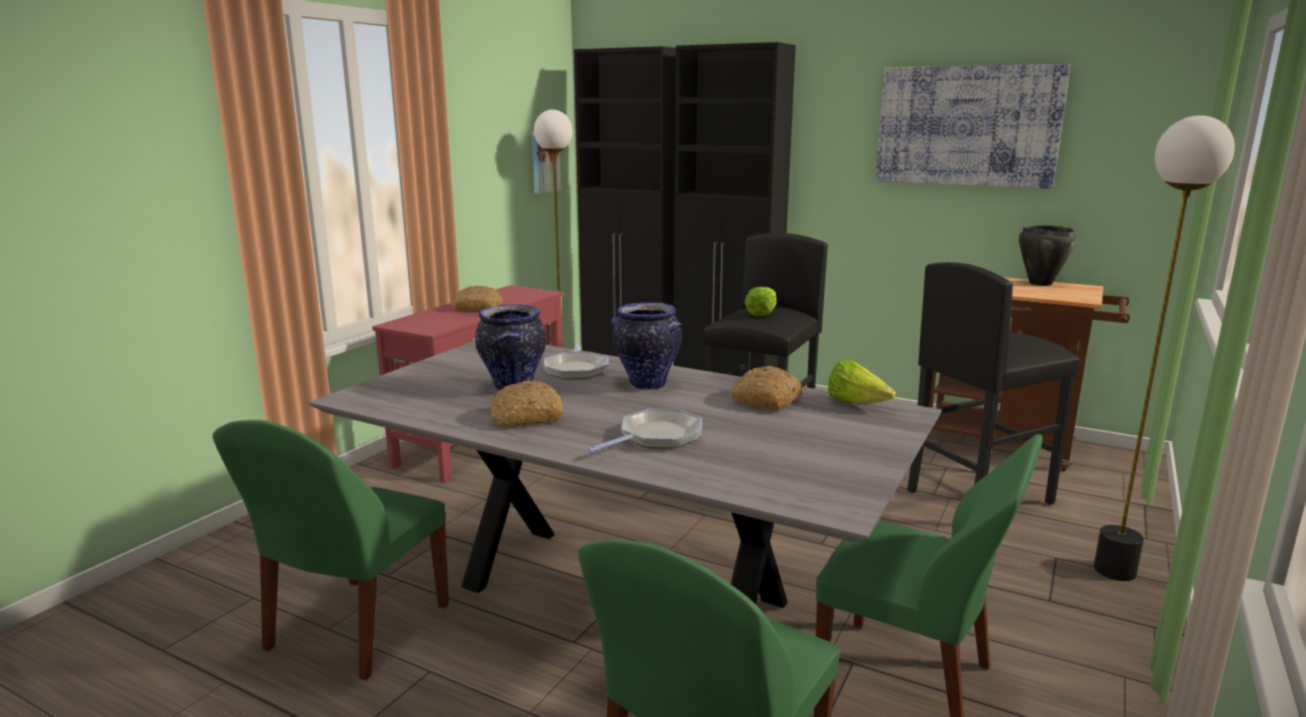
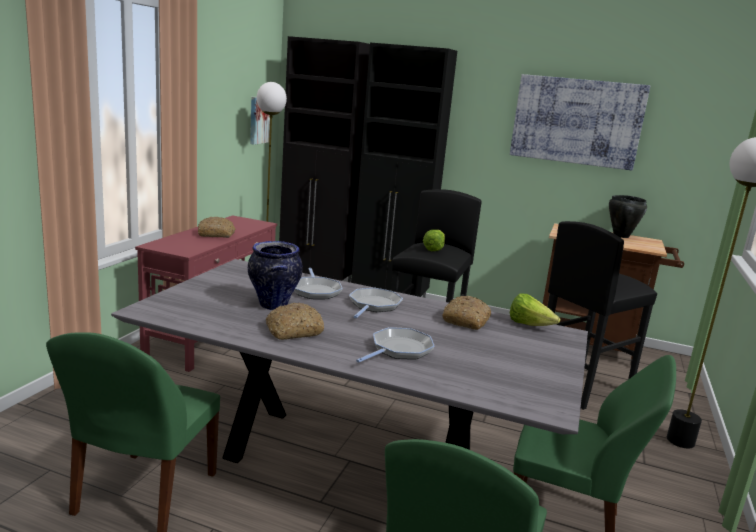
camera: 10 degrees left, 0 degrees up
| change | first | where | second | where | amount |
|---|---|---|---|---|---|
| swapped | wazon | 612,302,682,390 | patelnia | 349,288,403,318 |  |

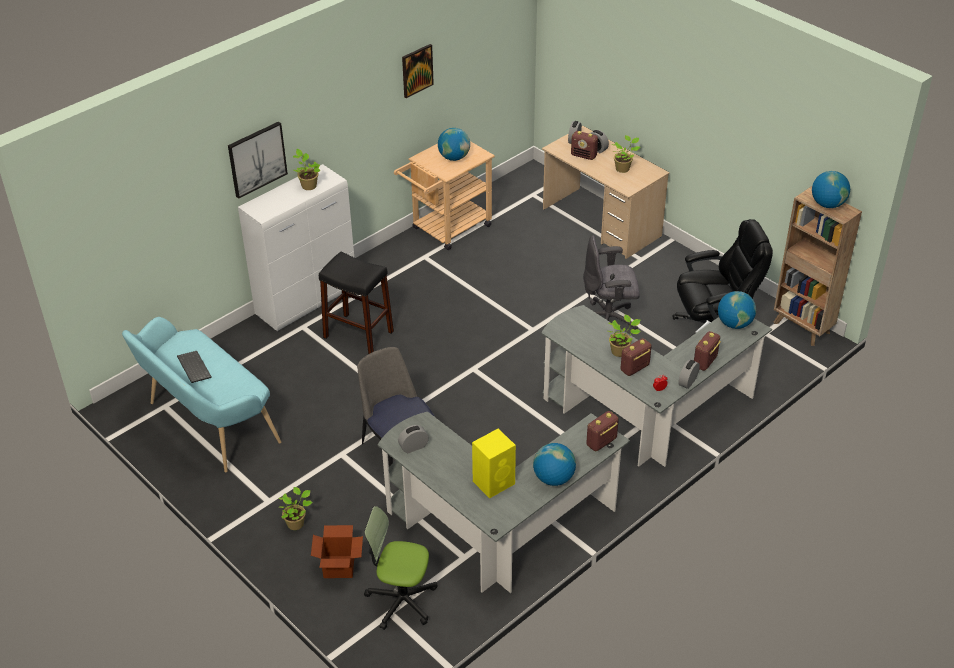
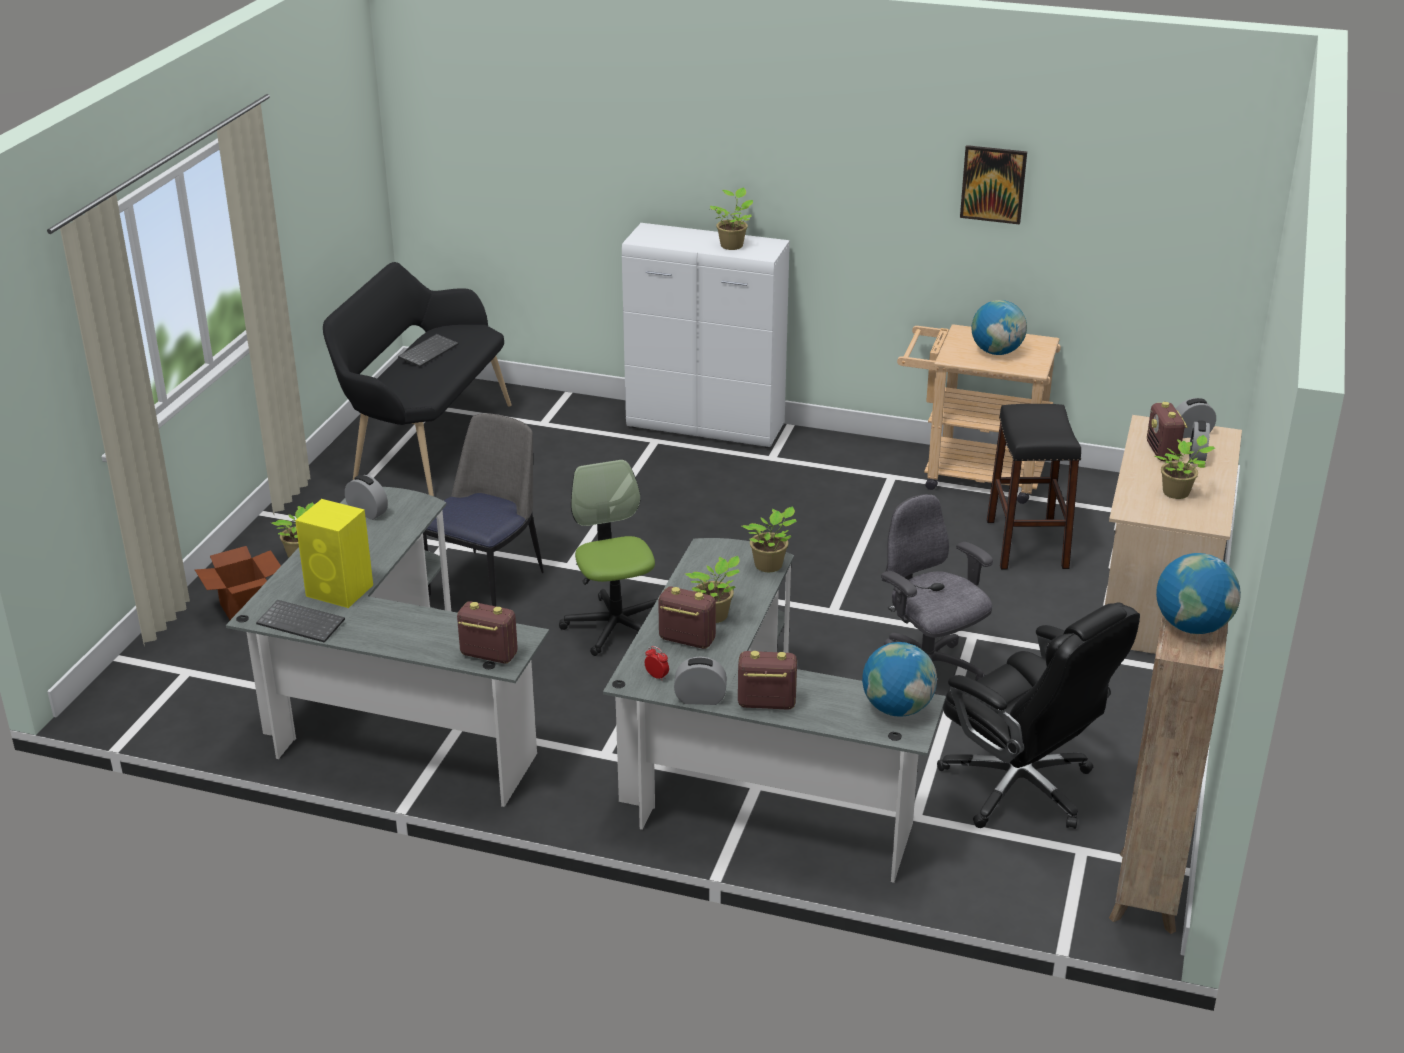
camera: 60 degrees right, 10 degrees down
| change | first | where | second | where | amount |
|---|---|---|---|---|---|
| new |  |  | klawiatura | 256,600,345,643 |  |
| repainted | ławka (turkusowy) | 122,317,281,472 | ławka (czarny) | 323,262,511,496 |  |
| shifted | krzesło biurowe | 364,506,437,630 |  | 559,459,657,656 |  |
| new |  |  | roślina doniczkowa | 742,506,797,572 |  |
| shifted | stołek (czarny) | 319,252,394,354 |  | 987,404,1081,569 |  |
| gone | obraz | 228,122,288,199 |  |  |  |
| gone | globus | 533,443,576,486 |  |  |  |

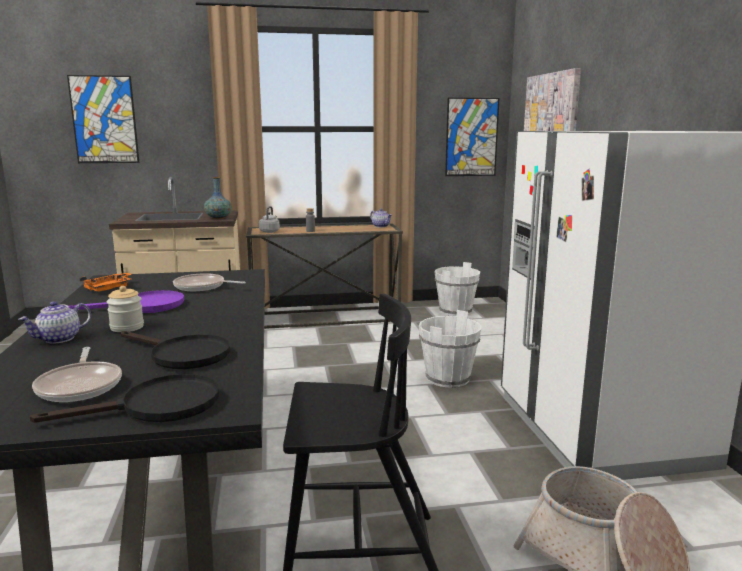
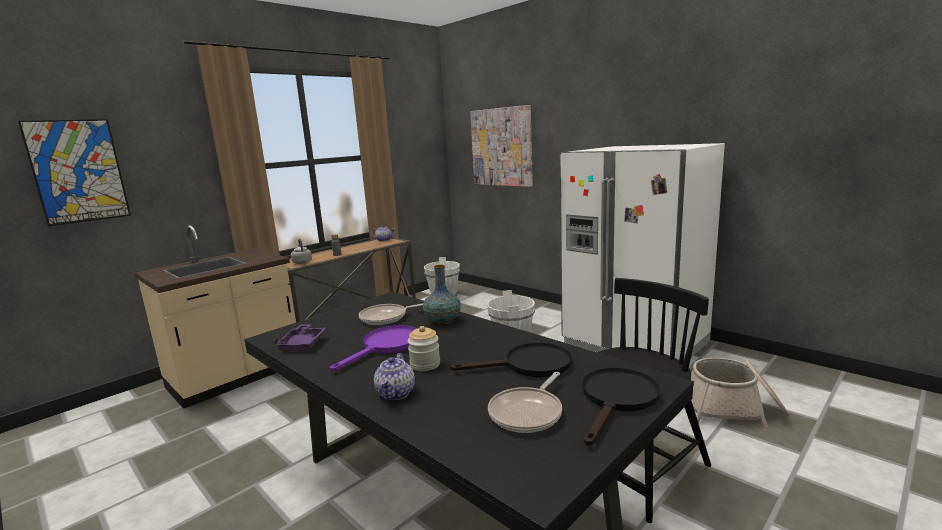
camera: 35 degrees left, 0 degrees up
| change | first | where | second | where | amount |
|---|---|---|---|---|---|
| repainted | taca (pomarańczowy) | 80,273,133,291 | taca (fioletowy) | 274,324,327,351 |  |
| shifted | wazon | 204,177,232,219 |  | 423,265,461,325 |  |
| rotated | patelnia | 32,347,122,402 |  | 488,372,562,433 | 90 degrees clockwise |
| gone | obraz | 445,98,500,176 |  |  |  |

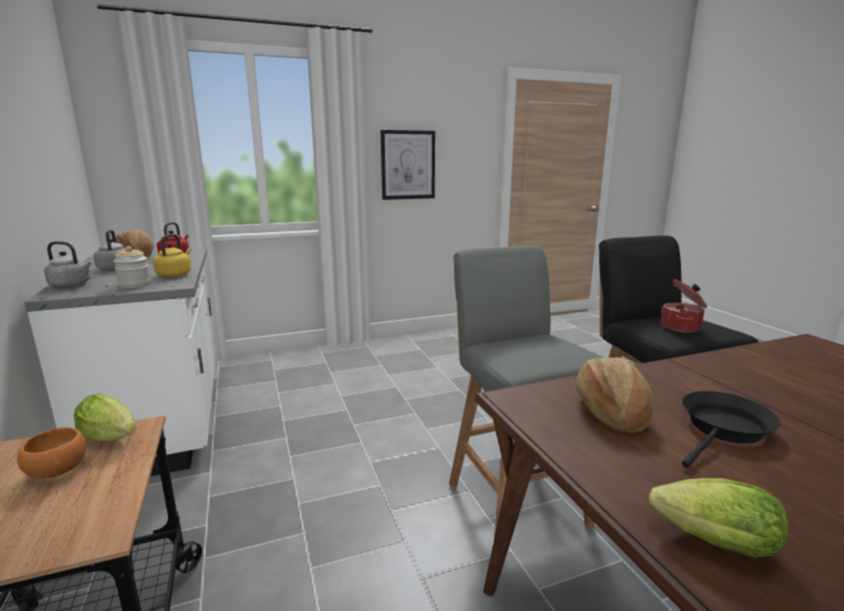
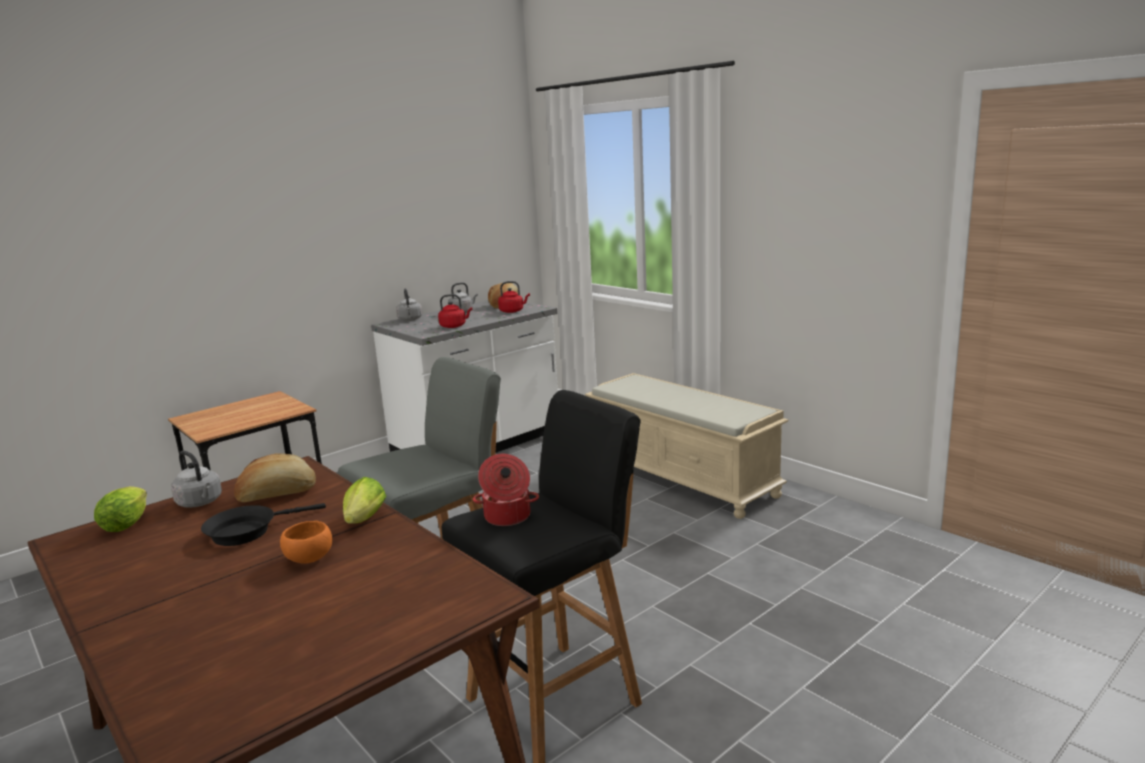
camera: 70 degrees right, 0 degrees up
| change | first | where | second | where | amount |
|---|---|---|---|---|---|
| new |  |  | czajnik (szary) | 171,451,222,508 |  |
| rotated | patelnia (czarny) | 682,391,780,468 |  | 201,503,326,546 | 120 degrees clockwise |
| shifted | miska (pomarańczowy) | 17,427,86,478 |  | 280,521,332,563 |  |
| shifted | sałata | 74,394,136,442 |  | 343,477,386,524 |  |
| repainted | czajnik (żółty) | 153,234,191,277 | czajnik (czerwony) | 438,294,472,328 |  |
| new |  |  | ławka (beżowy) | 585,373,788,519 |  |
| gone | słoik | 113,246,151,288 |  |  |  |
| gone | obraz | 381,130,435,200 |  |  |  |

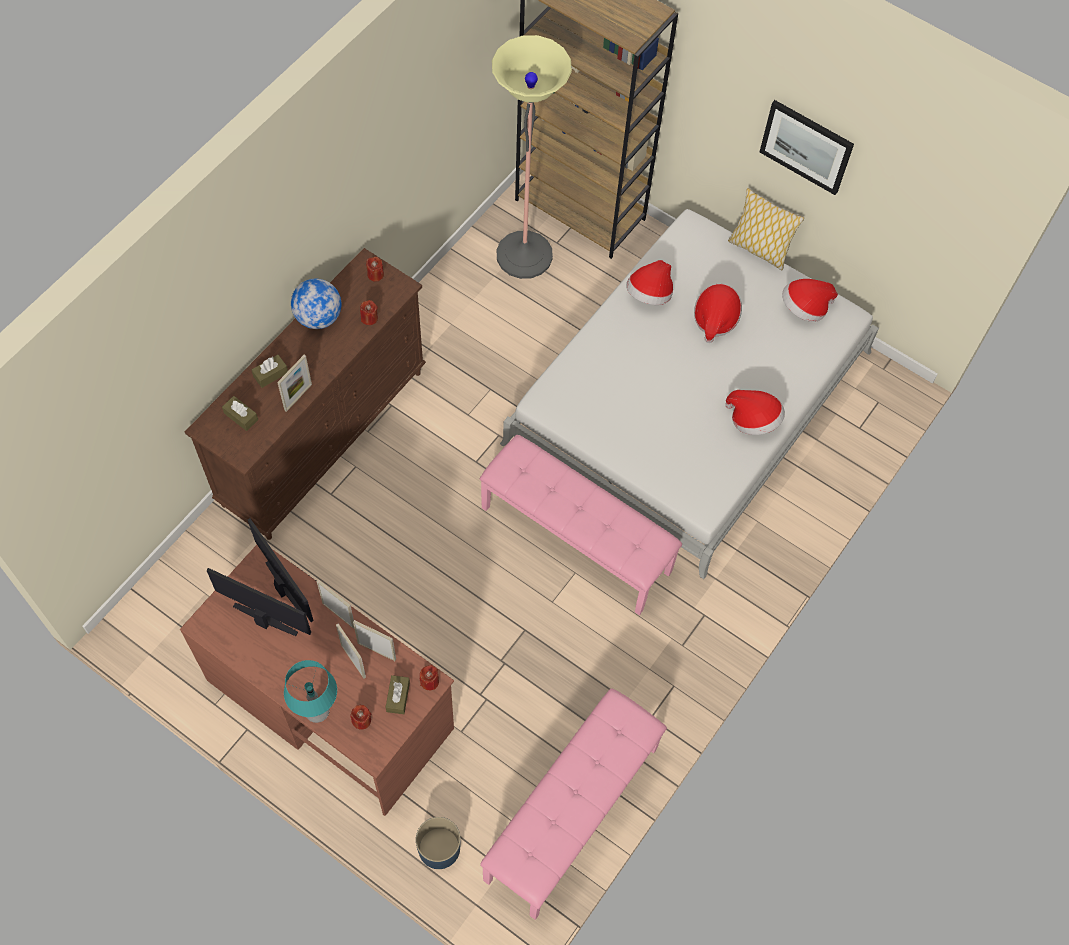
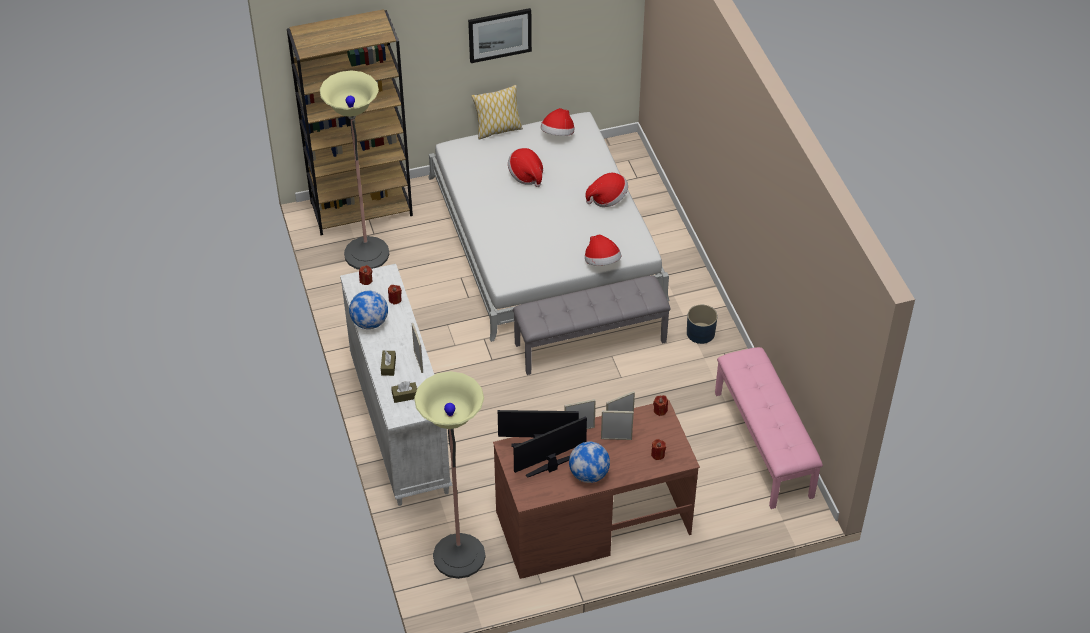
camera: 50 degrees left, 15 degrees down
| change | first | where | second | where | amount |
|---|---|---|---|---|---|
| repainted | komoda (brązowy) | 185,248,426,540 | komoda (biały) | 340,264,453,506 |  |
| new |  |  | lampa stojąca | 414,371,486,579 |  |
| repainted | ławka (różowy) | 480,435,682,615 | ławka (szary) | 513,276,671,375 |  |
| new |  |  | globus | 569,442,610,483 |  |
| shifted | kapelusz | 626,260,673,305 |  | 585,234,621,266 |  |
| shifted | donica (niebieski) | 416,817,461,869 |  | 687,304,717,344 |  |
| gone | lampa stołowa (turkusowy) | 284,660,337,723 |  |  |  |
| gone | pudełko chusteczek (brązowy) | 386,675,410,714 |  |  |  |

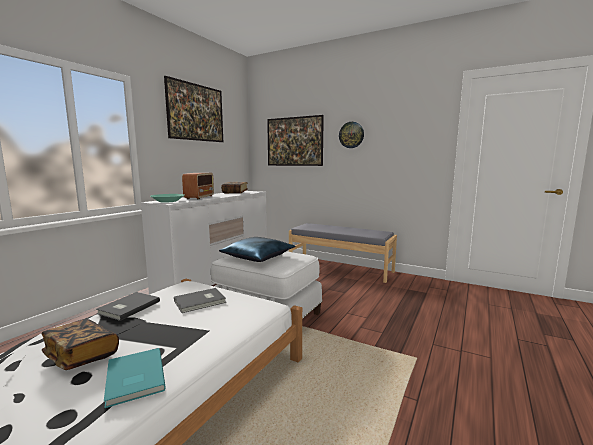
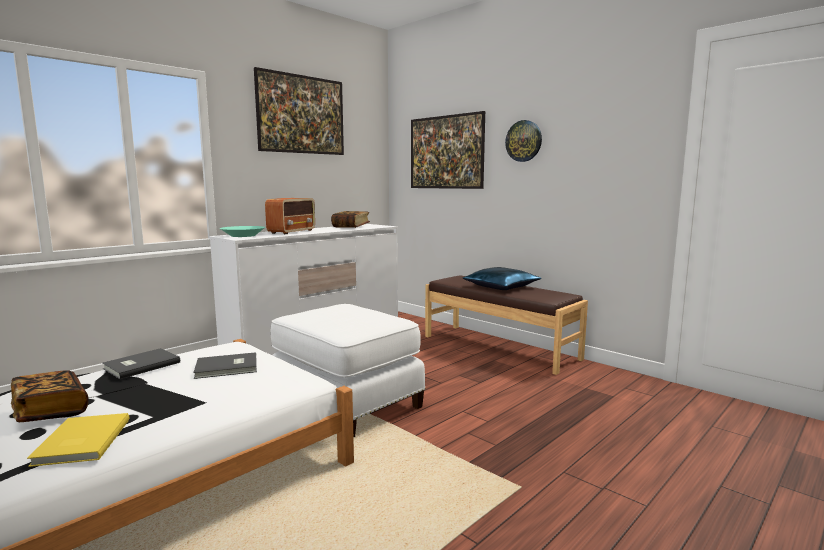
camera: 15 degrees right, 0 degrees up
| change | first | where | second | where | amount |
|---|---|---|---|---|---|
| repainted | książka (turkusowy) | 104,348,166,408 | książka (żółty) | 27,413,129,467 |  |
| repainted | ławka (szary) | 289,223,397,283 | ławka (brązowy) | 425,275,588,375 |  |
| shifted | poduszka (niebieski) | 219,237,295,262 |  | 463,267,542,290 |  |

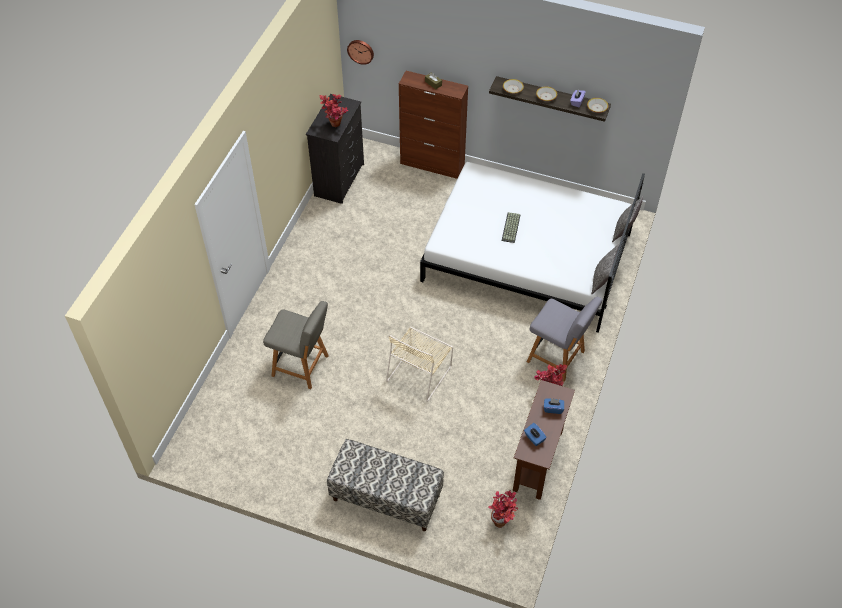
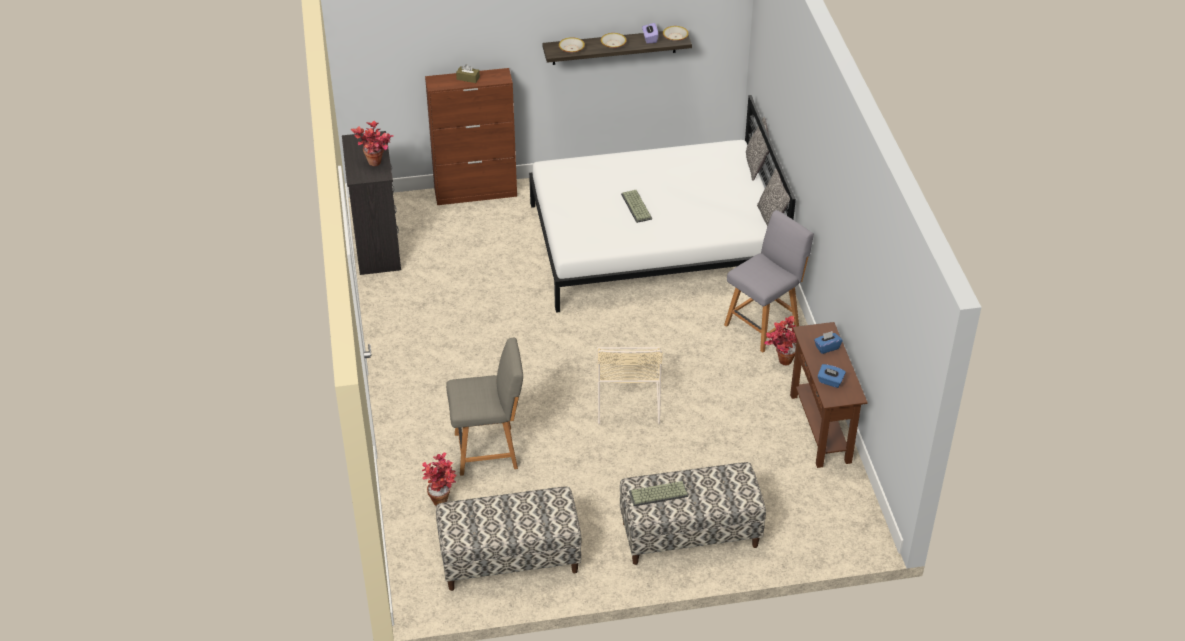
camera: 30 degrees left, 10 degrees down
| change | first | where | second | where | amount |
|---|---|---|---|---|---|
| shifted | roślina doniczkowa | 488,491,518,528 |  | 422,452,456,506 |  |
| new |  |  | ławka | 436,486,582,591 |  |
| new |  |  | klawiatura | 629,481,688,506 |  |
| rotated | krzesło (szary) | 527,297,602,382 |  | 724,210,814,353 | 45 degrees counterclockwise |
| gone | zegar ścienny | 347,40,374,65 |  |  |  |

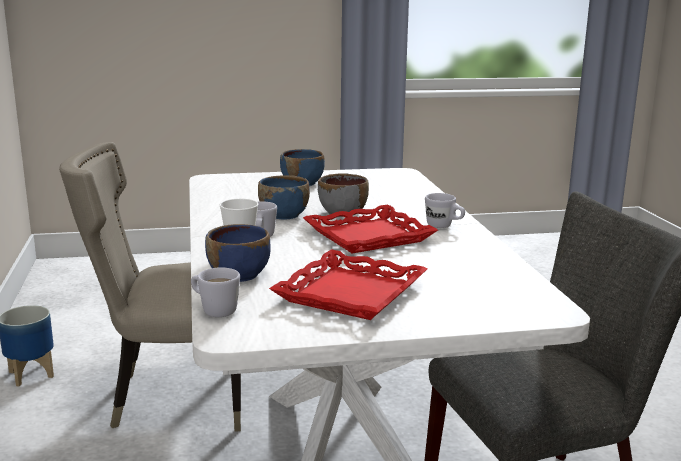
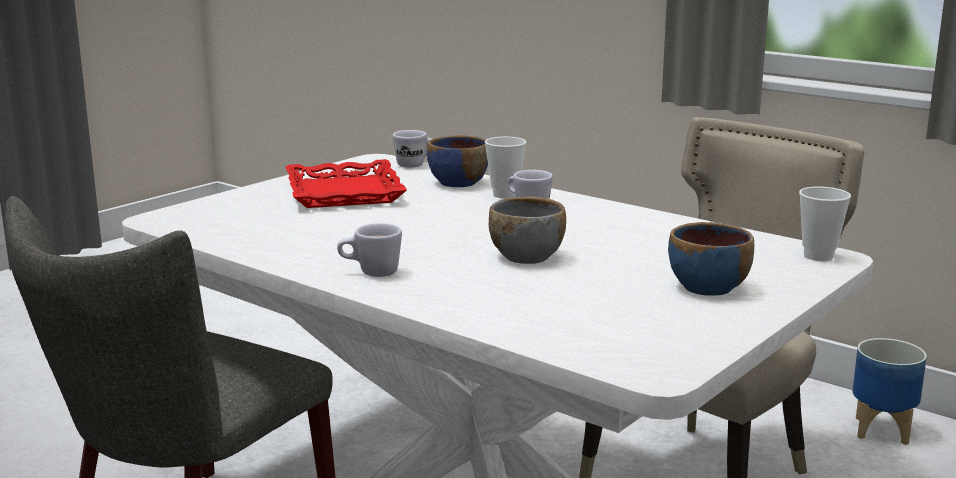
camera: 140 degrees right, 0 degrees up
| change | first | where | second | where | amount |
|---|---|---|---|---|---|
| new |  |  | filiżanka | 799,187,851,261 |  |
| gone | miska (niebieski) | 258,175,310,219 |  |  |  |
| gone | taca (czerwony) | 303,205,438,253 |  |  |  |

